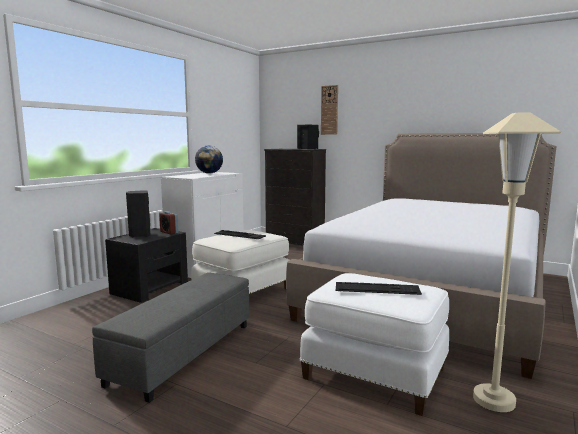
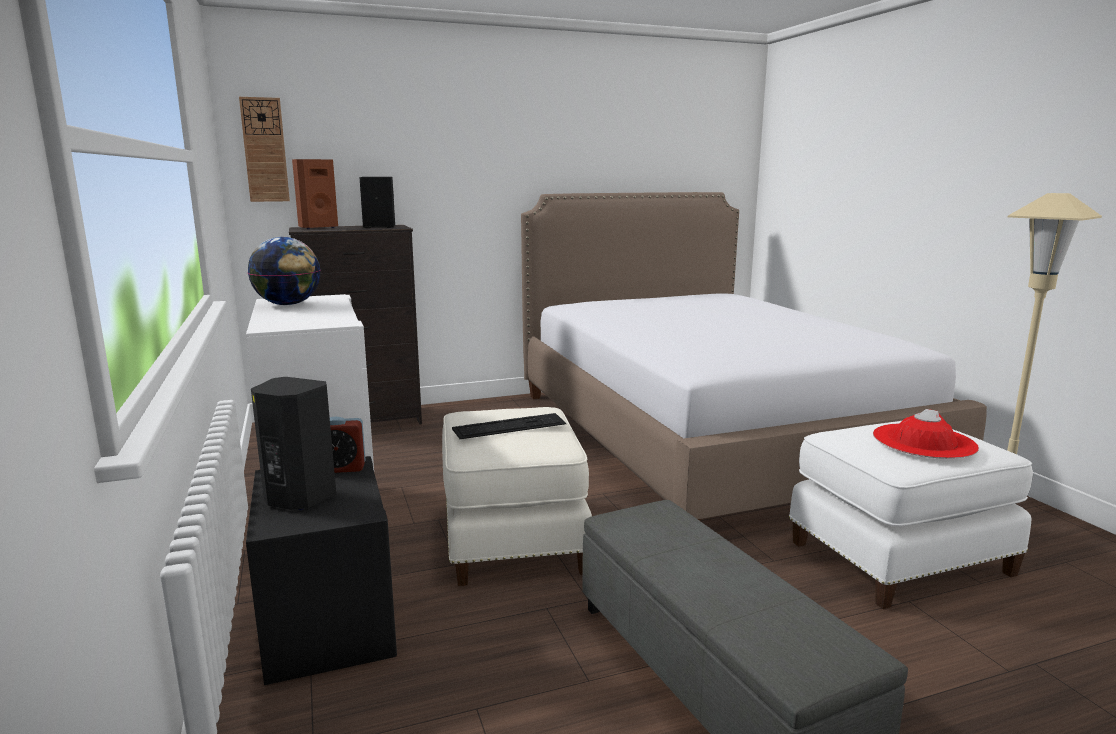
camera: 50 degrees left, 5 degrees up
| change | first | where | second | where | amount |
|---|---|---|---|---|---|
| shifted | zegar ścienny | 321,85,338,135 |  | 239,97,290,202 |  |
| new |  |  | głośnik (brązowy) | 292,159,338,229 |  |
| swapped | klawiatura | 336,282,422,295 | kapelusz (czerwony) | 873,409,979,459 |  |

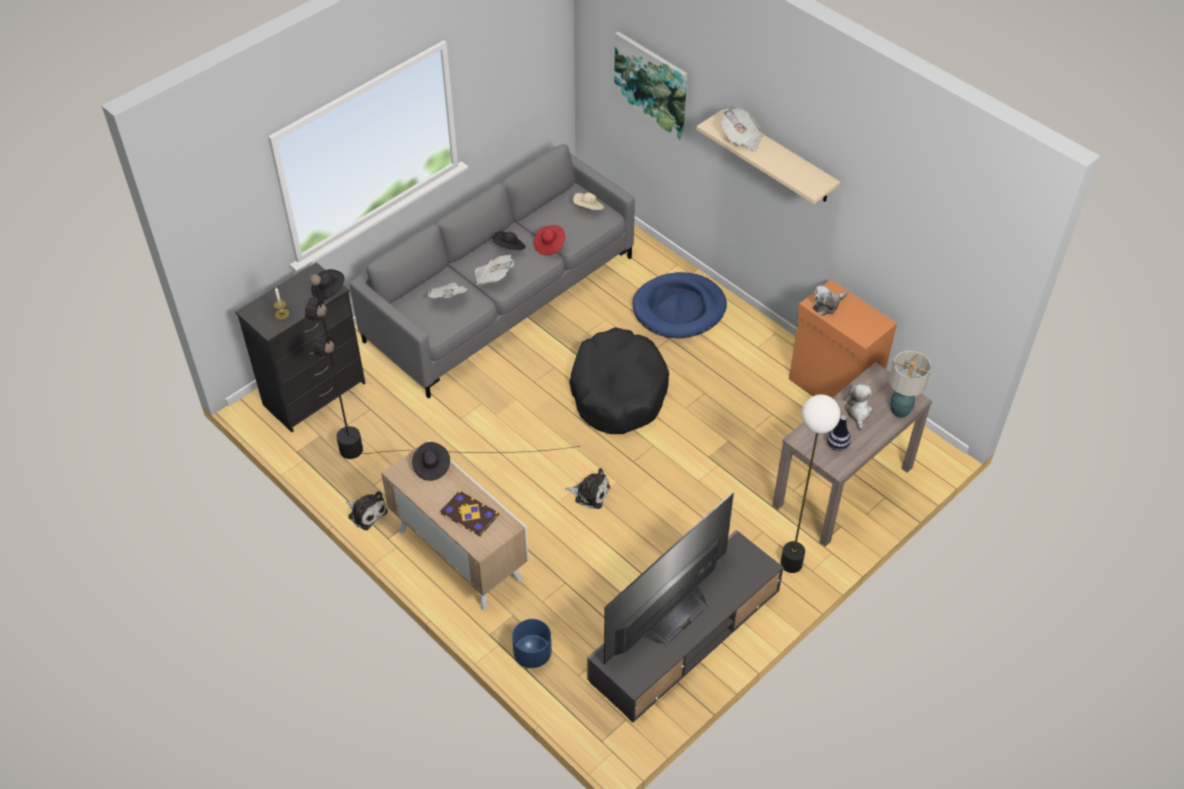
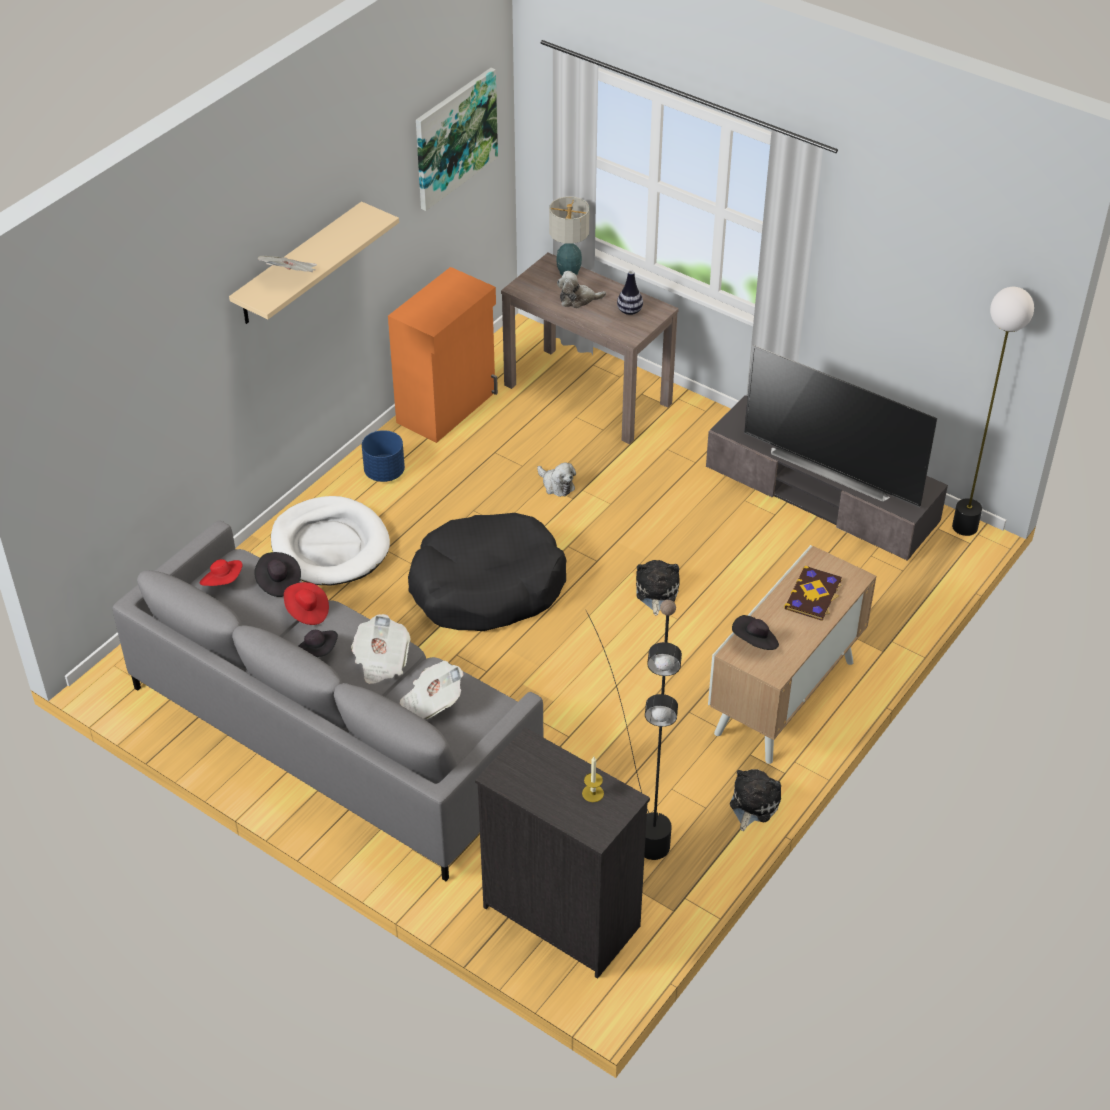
camera: 100 degrees left, 5 degrees down
| change | first | where | second | where | amount |
|---|---|---|---|---|---|
| repainted | kapelusz (beżowy) | 573,193,604,210 | kapelusz (czerwony) | 200,559,243,586 |  |
| shifted | kapelusz (czarny) | 311,269,345,300 |  | 254,552,301,597 |  |
| repainted | legowisko (niebieski) | 632,272,727,339 | legowisko (biały) | 271,496,390,585 |  |
| shifted | donica (niebieski) | 512,619,552,668 |  | 362,430,405,482 |  |
| shifted | obraz | 614,31,687,141 |  | 416,68,498,211 |  |
| shifted | pluszak | 813,285,847,316 |  | 537,462,576,497 |  |
| shifted | lampa stojąca | 780,394,840,573 |  | 952,287,1034,536 |  |

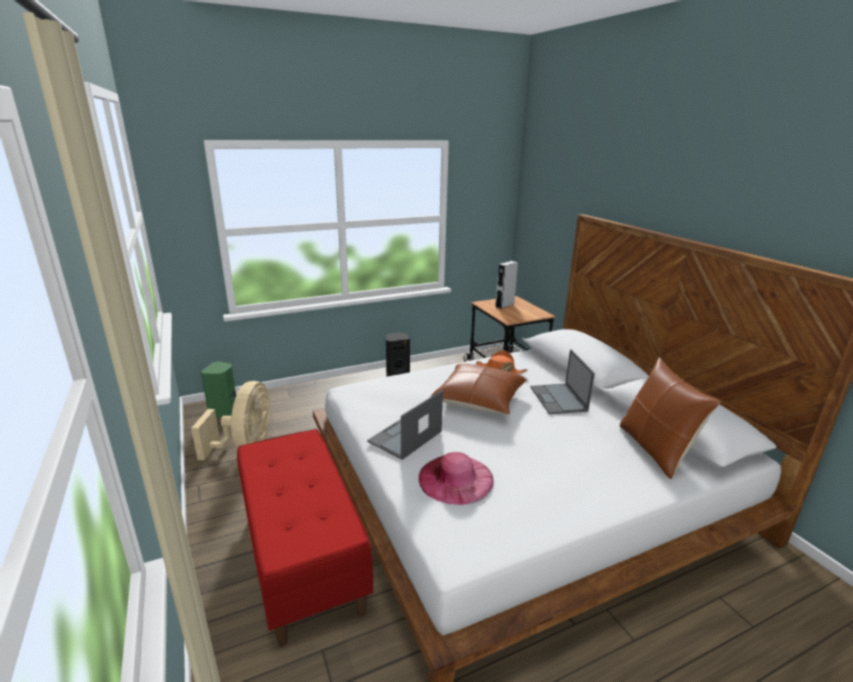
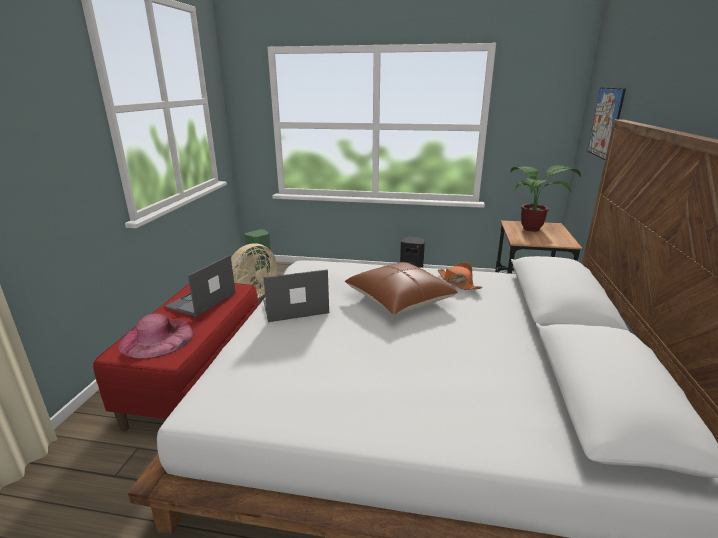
camera: 35 degrees right, 0 degrees up
| change | first | where | second | where | amount |
|---|---|---|---|---|---|
| shifted | kapelusz (różowy) | 419,452,494,505 |  | 119,313,194,358 |  |
| shifted | laptop | 530,349,595,414 |  | 165,255,236,317 |  |
| swapped | głośnik (szary) | 495,261,518,309 | roślina doniczkowa | 510,165,581,232 |  |
| new |  |  | obraz | 587,87,626,160 |  |
| gone | poduszka (brązowy) | 620,358,721,479 |  |  |  |

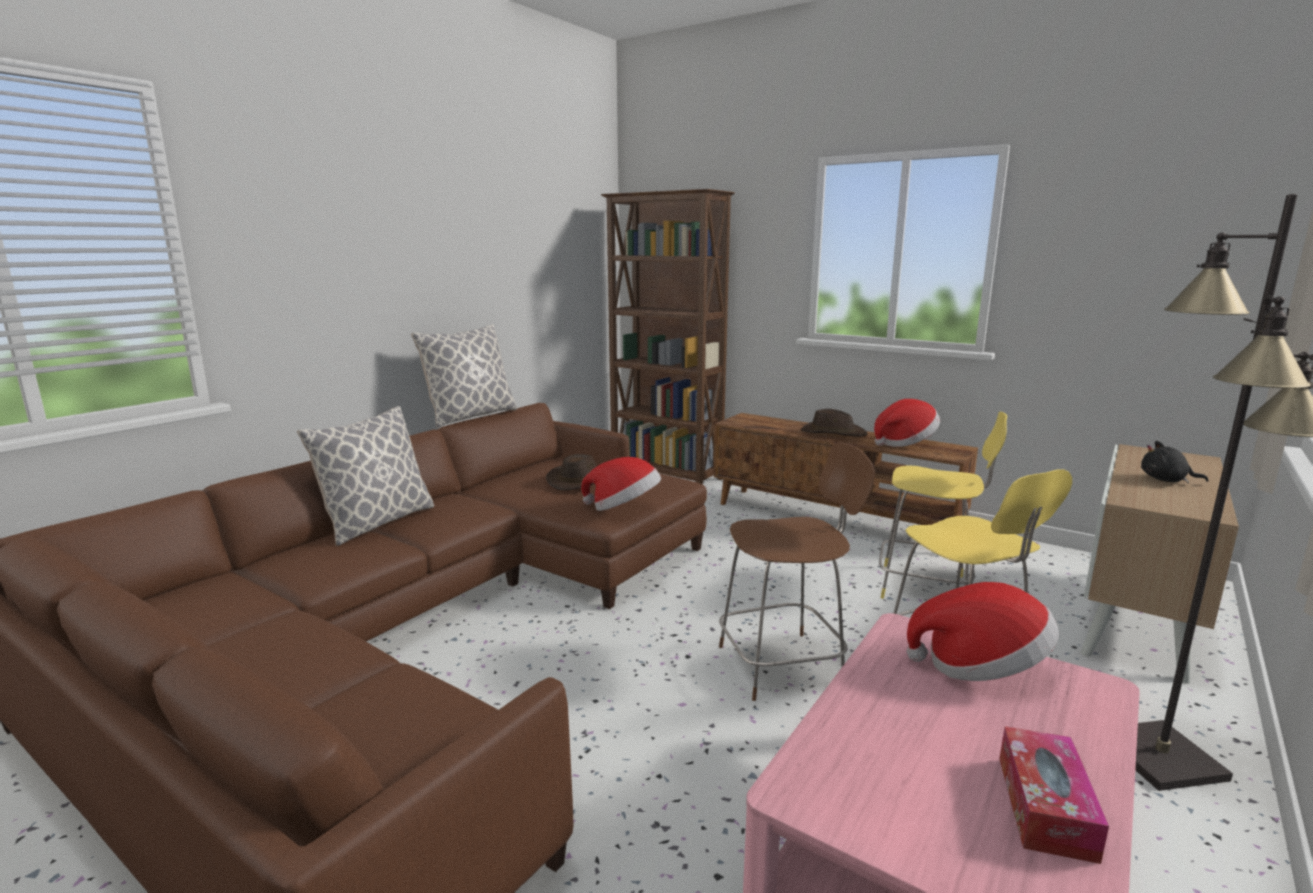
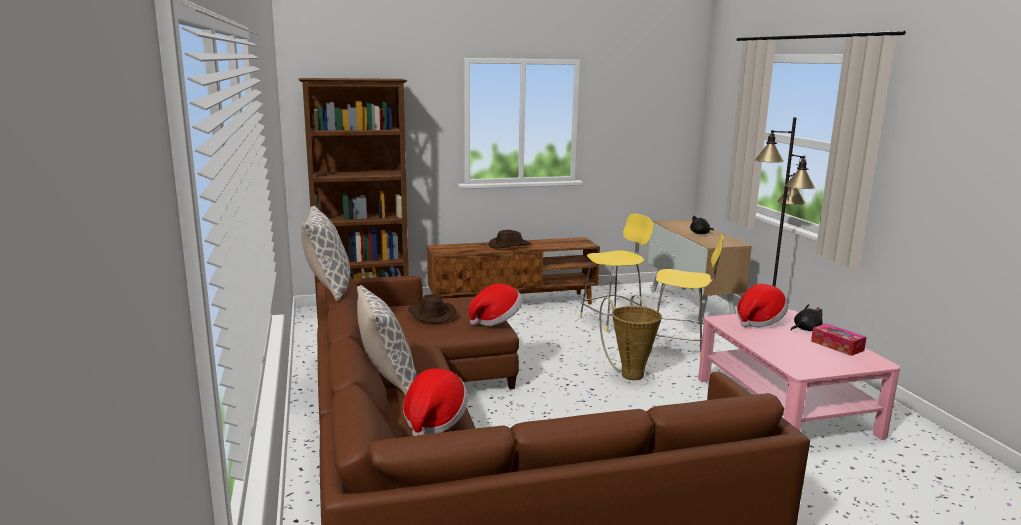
camera: 50 degrees left, 0 degrees up
| change | first | where | second | where | amount |
|---|---|---|---|---|---|
| shifted | kapelusz | 874,399,940,447 |  | 403,369,468,436 |  |
| swapped | stołek (brązowy) | 719,442,875,701 | koszyk | 599,295,662,380 |  |
| new |  |  | pluszak (czarny) | 791,304,823,331 |  |

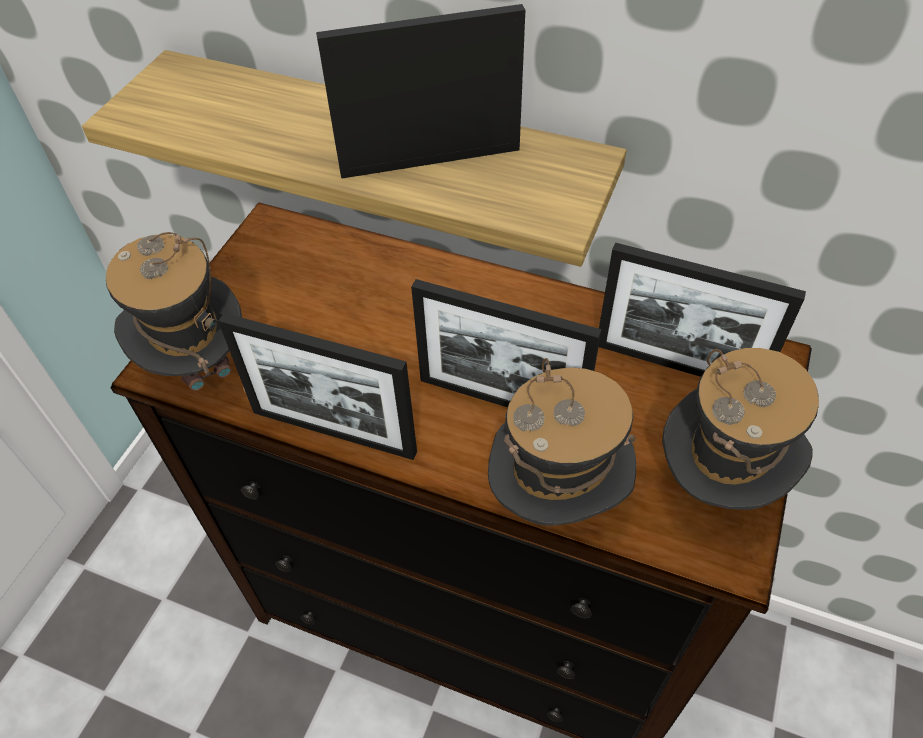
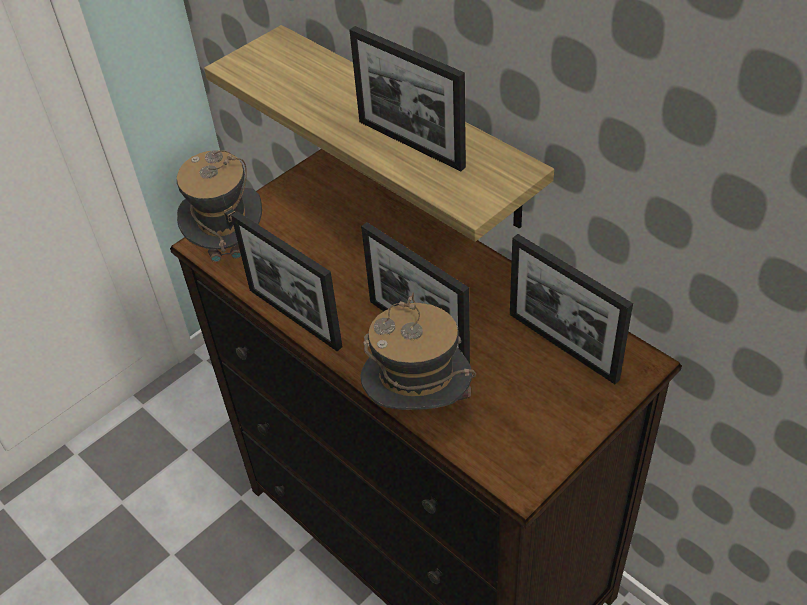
camera: 25 degrees right, 5 degrees down
| change | first | where | second | where | amount |
|---|---|---|---|---|---|
| rotated | ramka na zdjęcie | 316,4,525,178 |  | 349,26,466,171 | 150 degrees counterclockwise |
| gone | kapelusz | 662,348,819,510 |  |  |  |

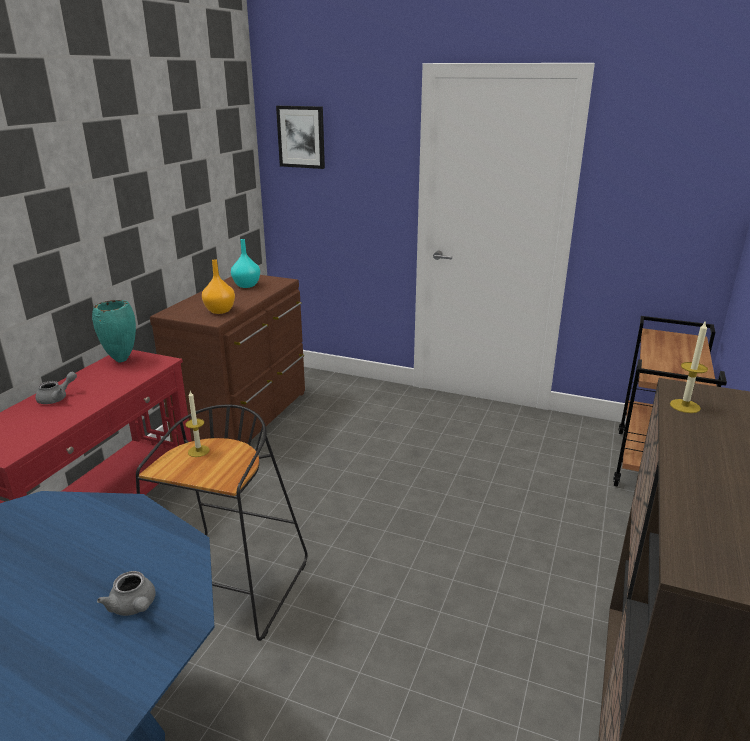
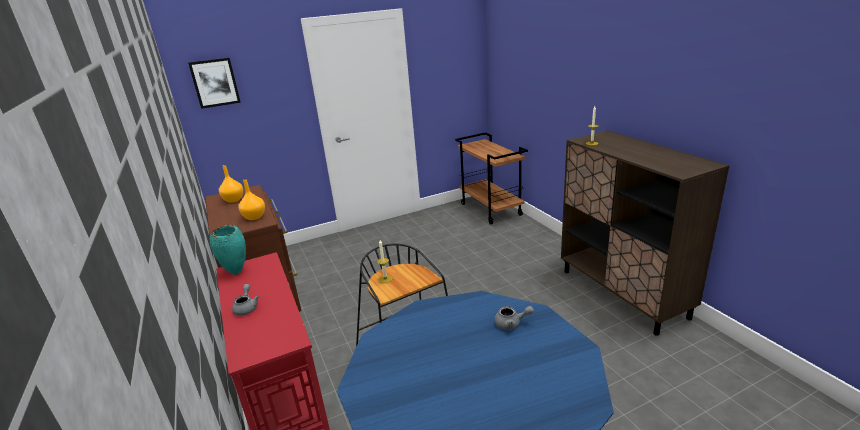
camera: 45 degrees left, 0 degrees up
| change | first | where | second | where | amount |
|---|---|---|---|---|---|
| repainted | wazon (turkusowy) | 231,239,260,288 | wazon (pomarańczowy) | 219,165,243,203 |  |

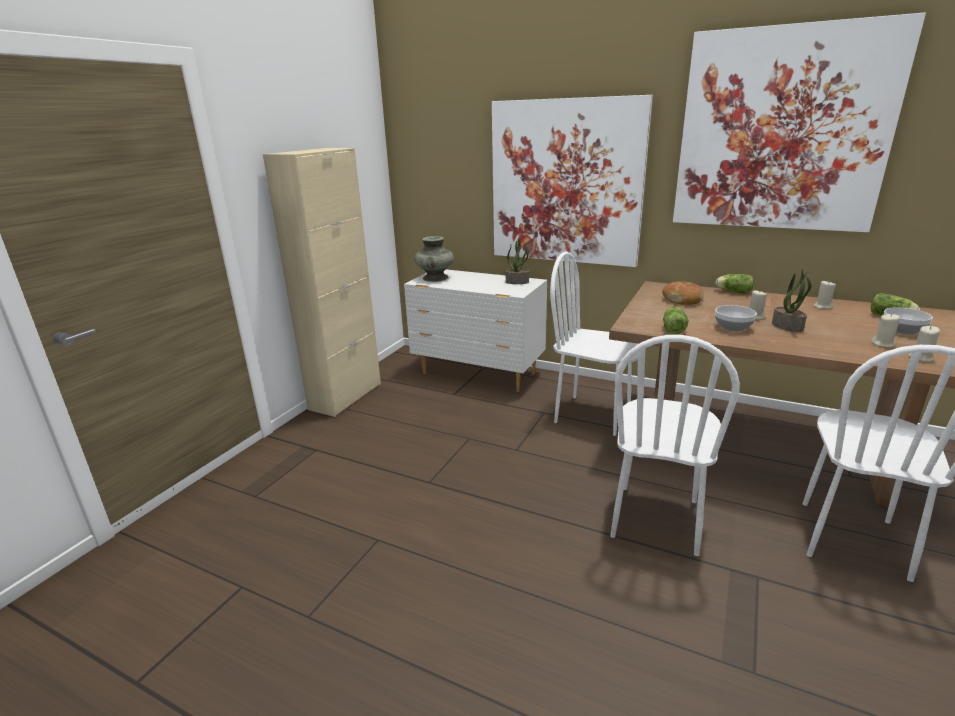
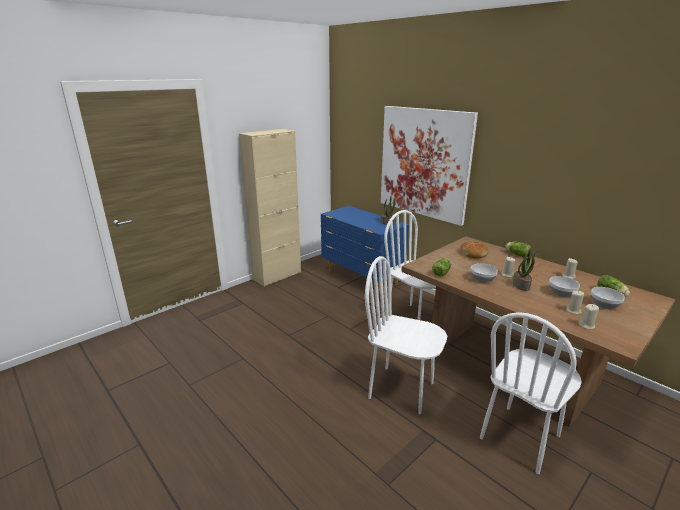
camera: 20 degrees right, 0 degrees up
| change | first | where | second | where | amount |
|---|---|---|---|---|---|
| repainted | komoda (biały) | 404,269,547,392 | komoda (niebieski) | 321,206,409,294 |  |
| rotated | krzesło (biały) | 610,335,740,556 |  | 365,256,447,415 | 75 degrees clockwise |
| new |  |  | miska | 549,276,580,297 |  |
| gone | wazon (turkusowy) | 414,236,454,282 |  |  |  |
| gone | obraz | 673,12,926,232 |  |  |  |

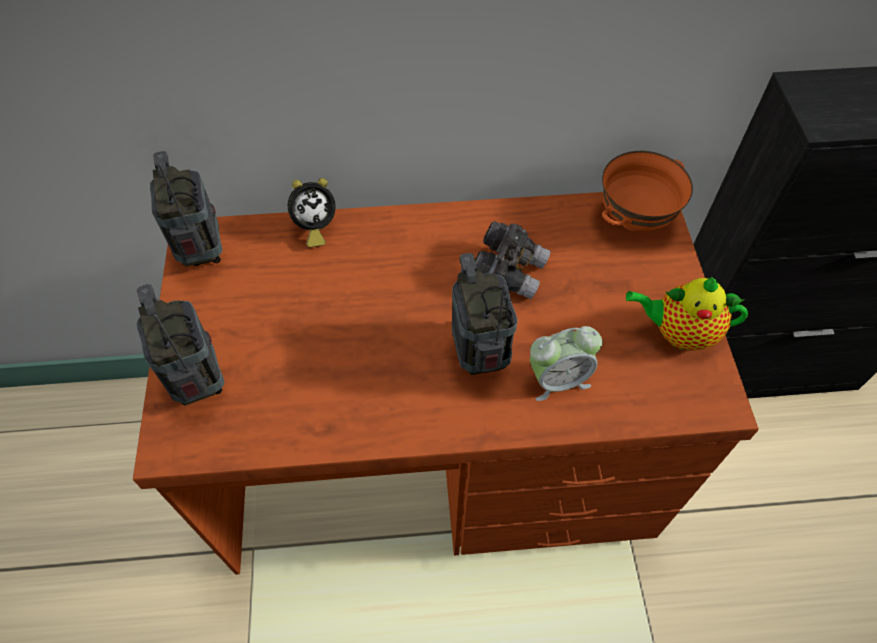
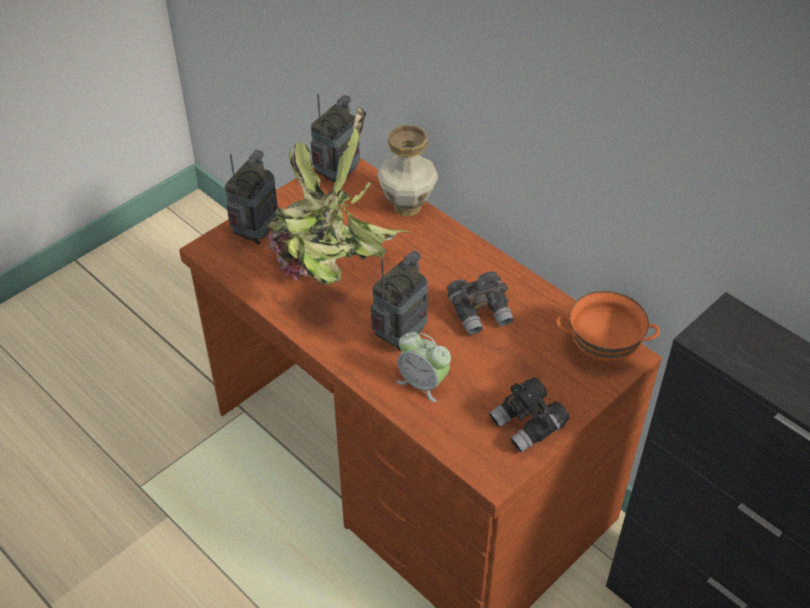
camera: 50 degrees right, 10 degrees down
| change | first | where | second | where | amount |
|---|---|---|---|---|---|
| new |  |  | roślina doniczkowa | 267,106,411,285 |  |
| swapped | budzik | 288,178,336,247 | wazon | 377,125,438,216 |  |
| swapped | imbryk | 626,277,748,350 | lornetka (czarny) | 489,377,570,453 |  |

